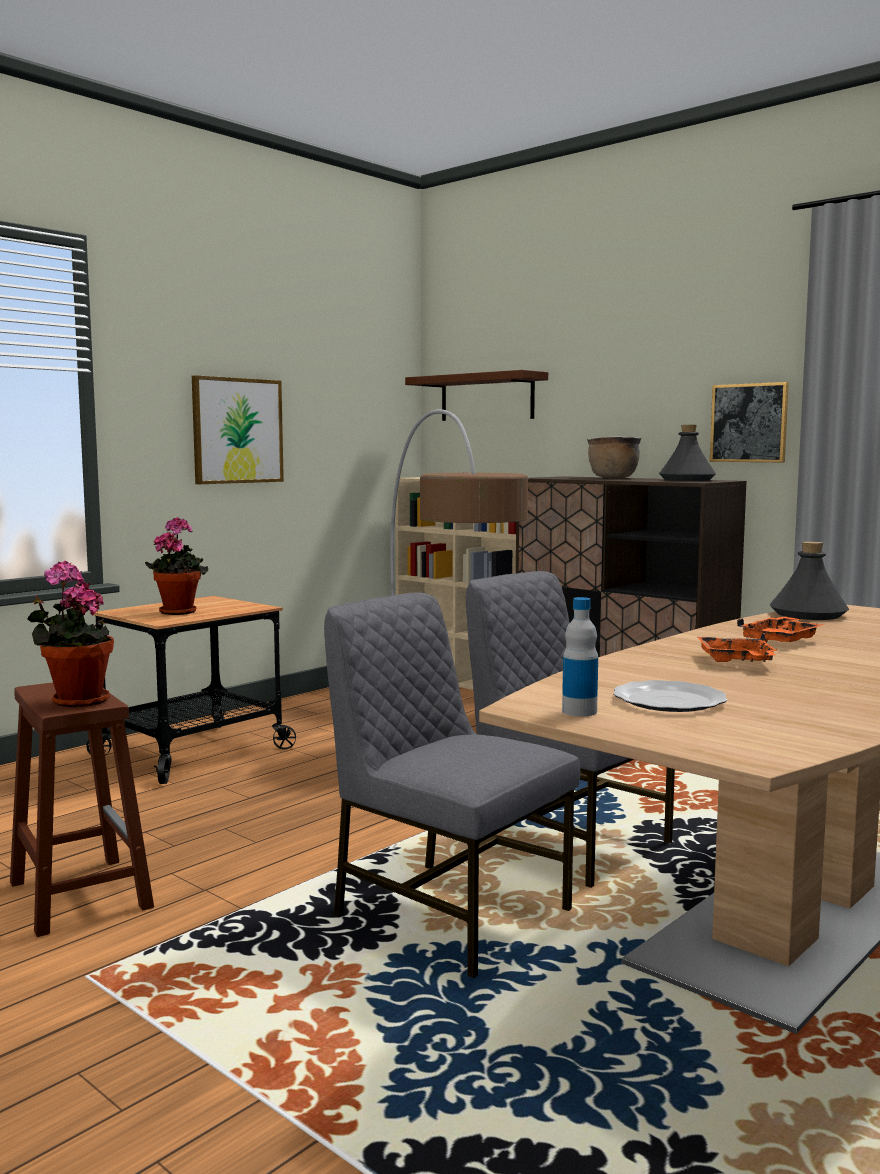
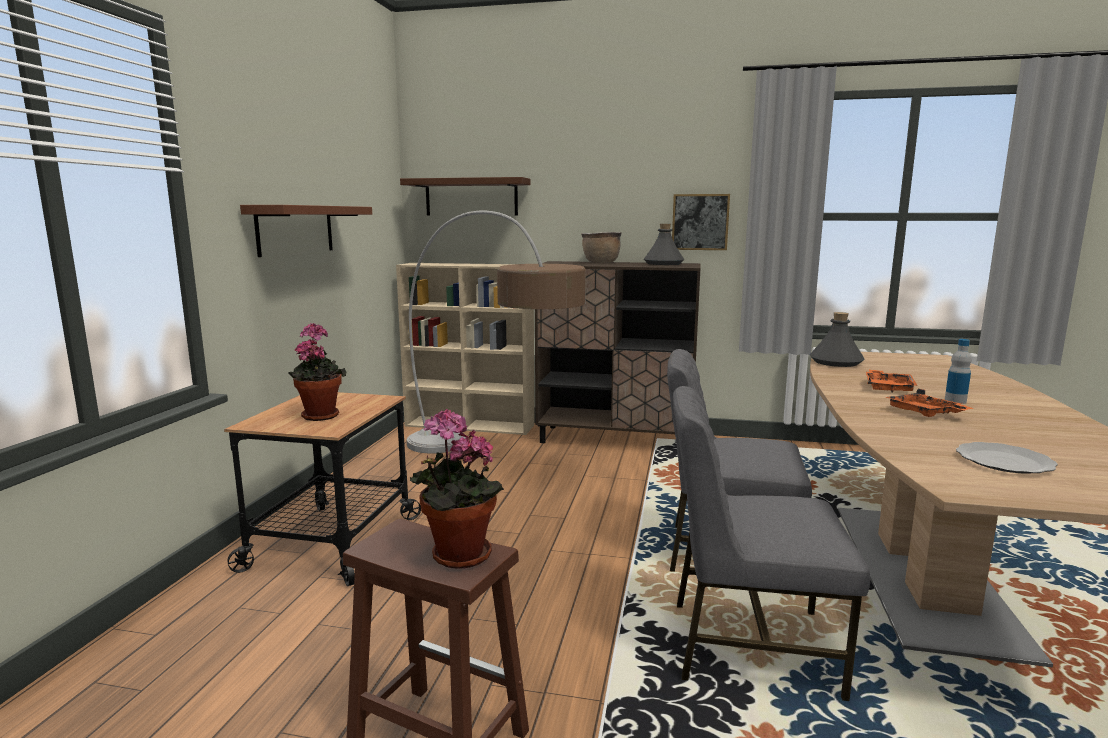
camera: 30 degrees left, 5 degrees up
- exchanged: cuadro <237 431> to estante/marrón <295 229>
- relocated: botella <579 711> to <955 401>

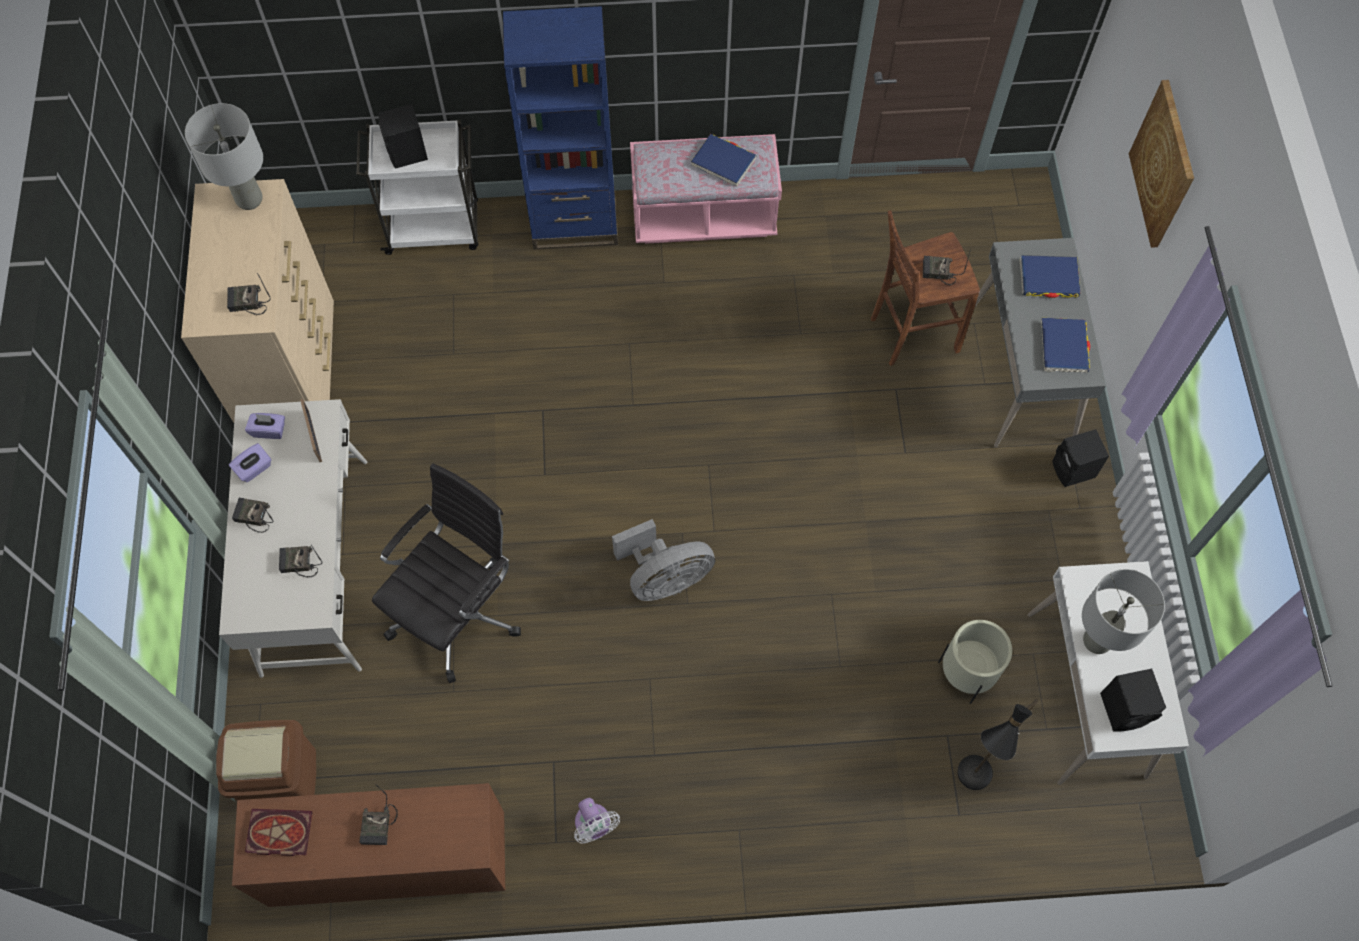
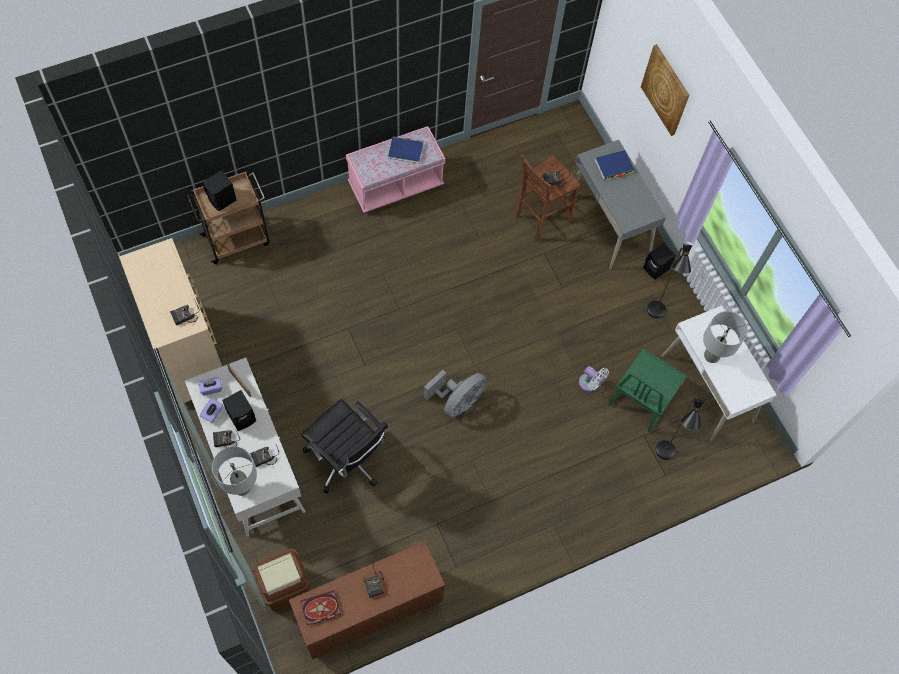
camera: 25 degrees left, 0 degrees up
- colour: carrito/blanco <435 228> to carrito/marrón <237 239>
- relocated: lámpara de mesa/gris <249 200> to <242 488>
- relocated: altavoz/negro <1125 709> to <242 416>
- spun: silla de oficina/negro <458 611> = <347 459> 120 degrees clockwise
- relocated: ventilador/blanco <594 825> to <590 384>
- exchanged: maceta/beis <965 674> to silla/verde <641 399>
- appeared: lámpara de pie/negro <655 316>
- missing: estantería/azul <574 223>
- missing: libro/azul <1063 347>

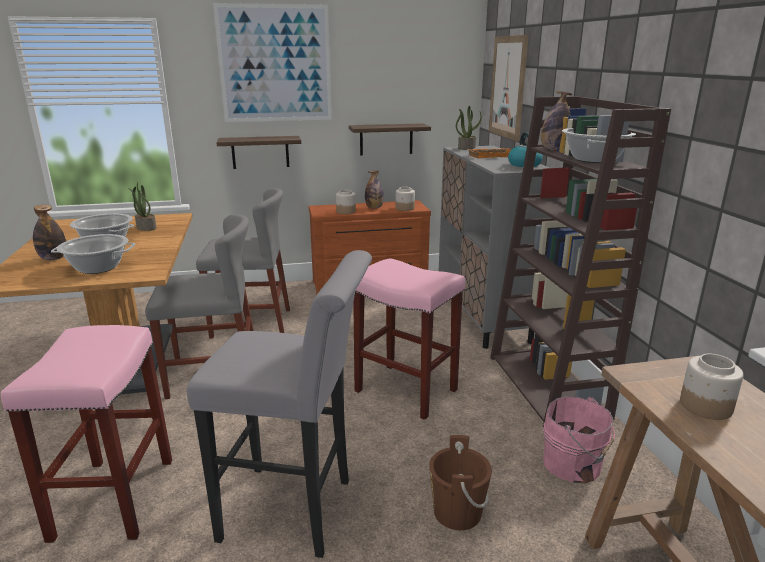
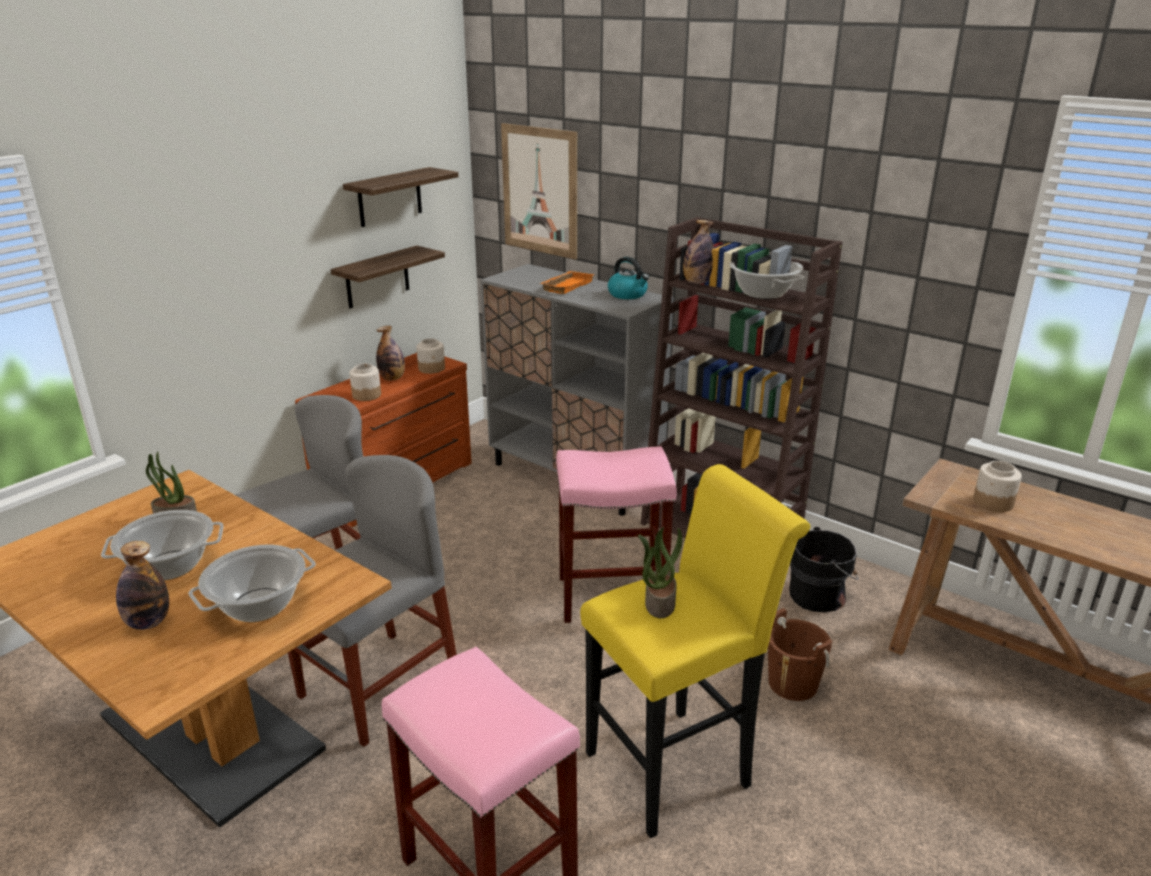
camera: 40 degrees left, 5 degrees up
- relocated: estante <260 152> to <389 197>
- colour: taburete/gris <297 511> to taburete/amarillo <677 764>
- relocated: planta en maceta <466 148> to <659 603>
- colour: cubo/rosa <574 465> to cubo/negro <820 595>
- missing: cuadro <275 64>

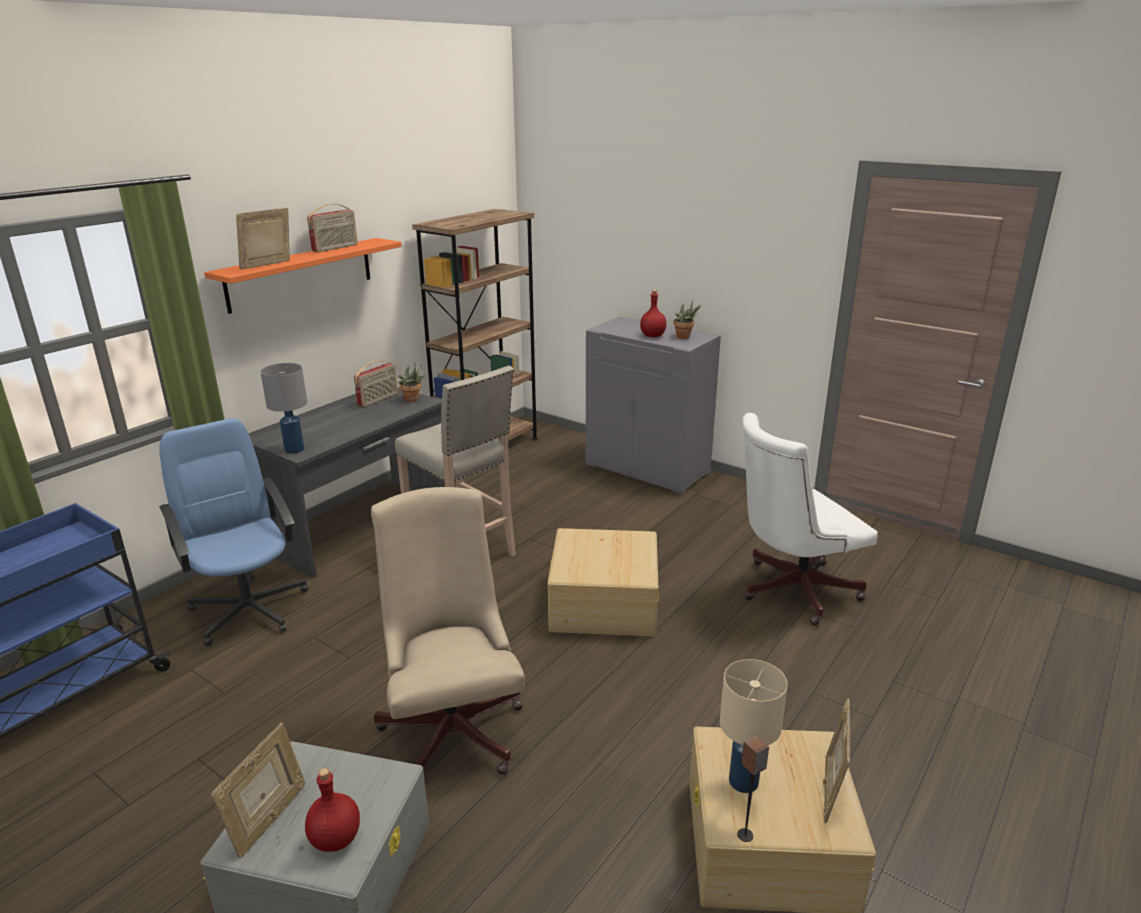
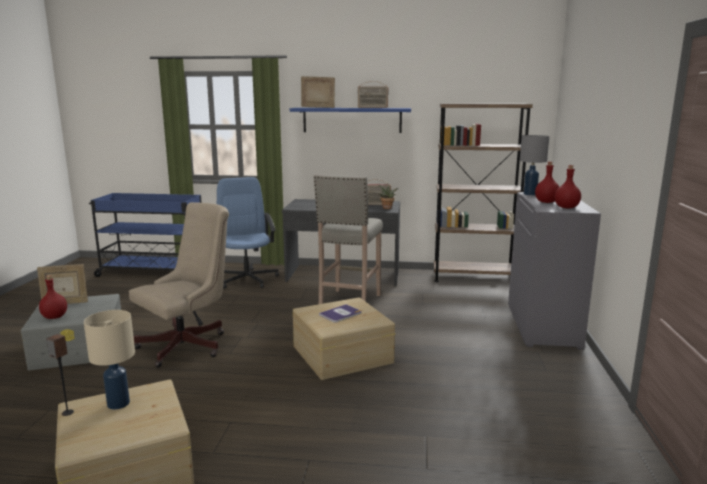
camera: 60 degrees right, 10 degrees down
- spun: silla de oficina/azul <249 609> = <247 279> 45 degrees counterclockwise
- colour: estante/naranja <301 274> to estante/azul <352 120>
- appeared: libro <340 314>
- relocated: lámpara de mesa/gris <294 450> to <529 194>
- exchanged: planta en maceta <685 337> to botella/rojo <566 207>
- missing: silla de oficina/blanco <791 590>
- missing: portarretratos <831 790>

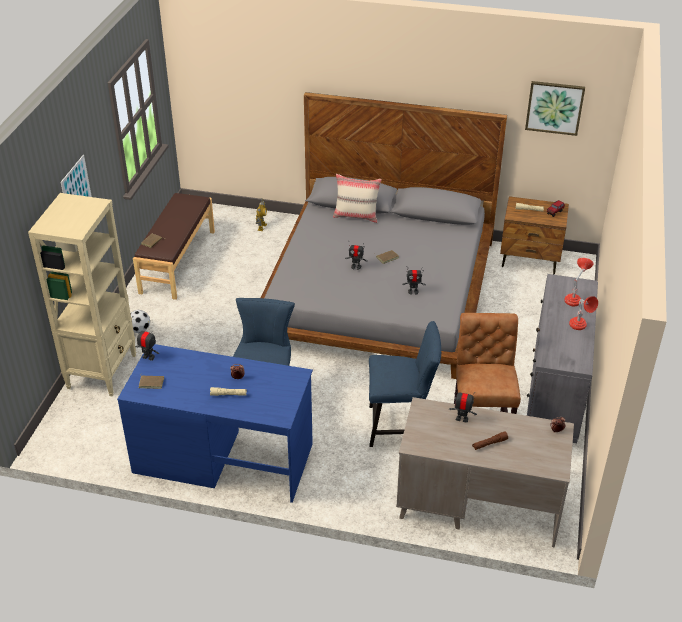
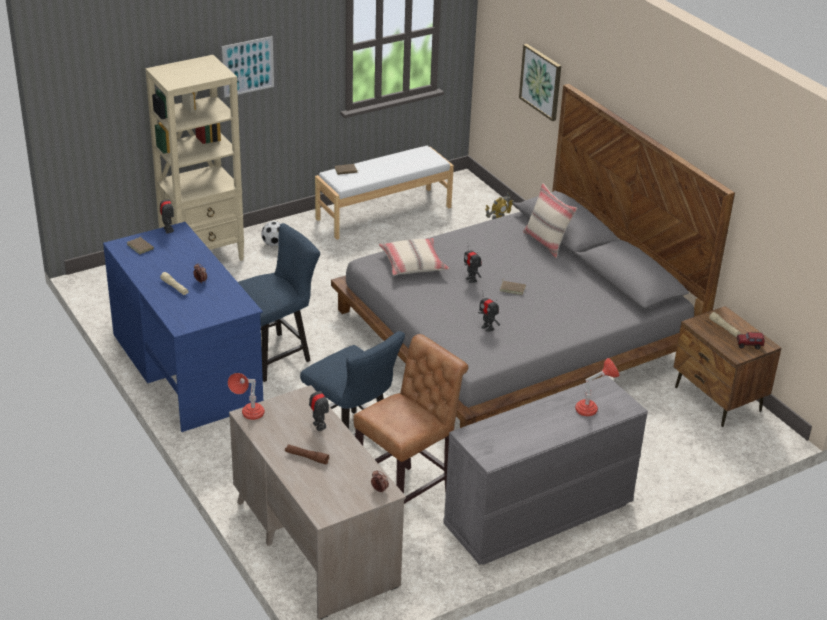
camera: 45 degrees right, 5 degrees down
- relocated: lámpara de mesa/rojo <579 328> to <249 416>
- colour: banco/marrón <177 261> to banco/blanco <383 212>
- appeared: cojín/beis <413 264>
- relocated: cuadro <554 107> to <541 81>

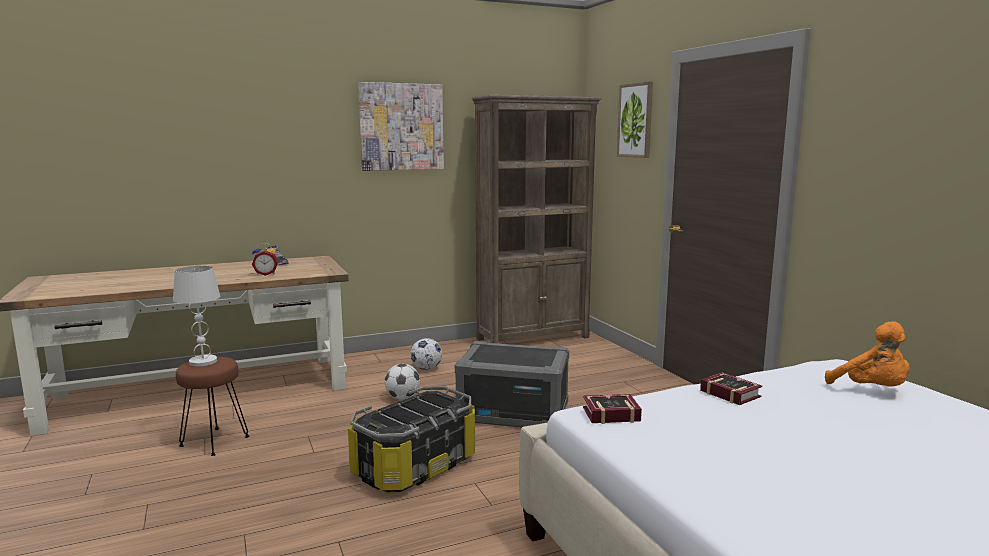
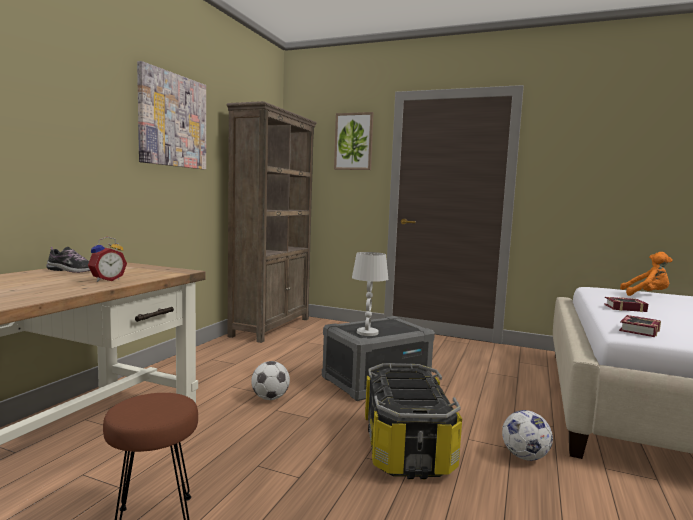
camera: 45 degrees left, 5 degrees down
- relocated: lámpara de mesa/blanco <203 361> to <367 332>
- relocated: balón de fútbol <426 369> to <524 457>

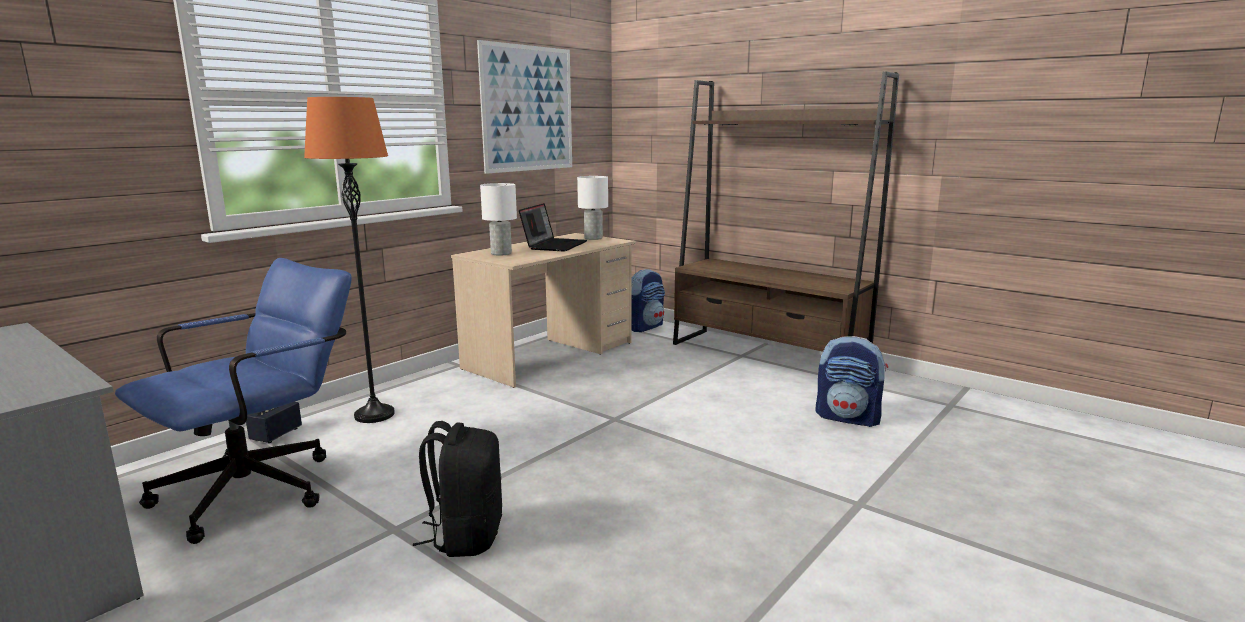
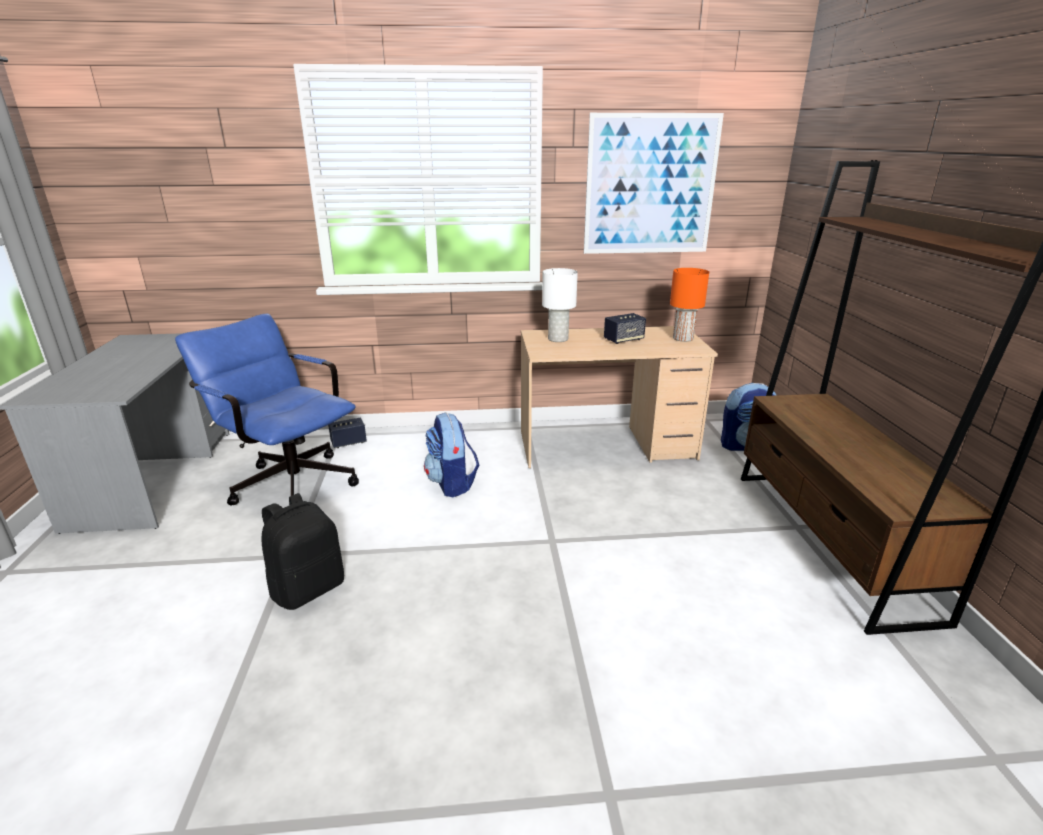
camera: 45 degrees right, 10 degrees up
- spun: silla de oficina/azul <262 487> = <289 481> 135 degrees counterclockwise
- relocated: mochila <848 418> to <452 483>
- exchanged: portátil <554 245> to altavoz <623 340>
- colour: lámpara de mesa/blanco <593 238> to lámpara de mesa/naranja <683 338>
- missing: lámpara de pie/naranja <374 415>

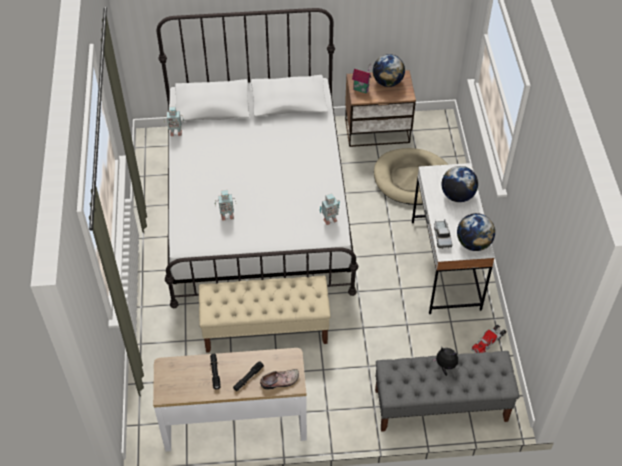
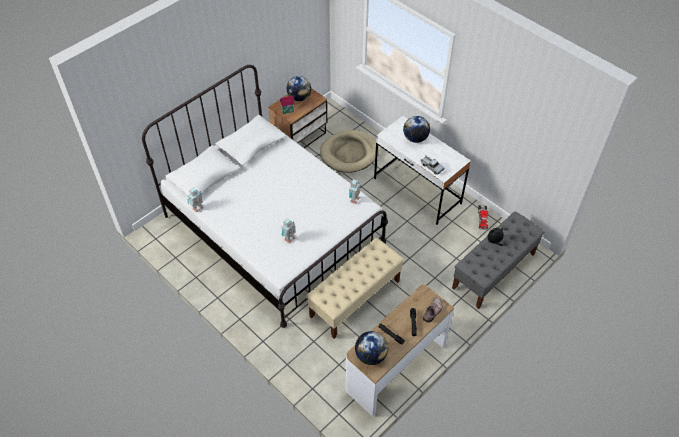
camera: 40 degrees left, 0 degrees up
- relocated: globo terráqueo <473 243> to <371 355>

